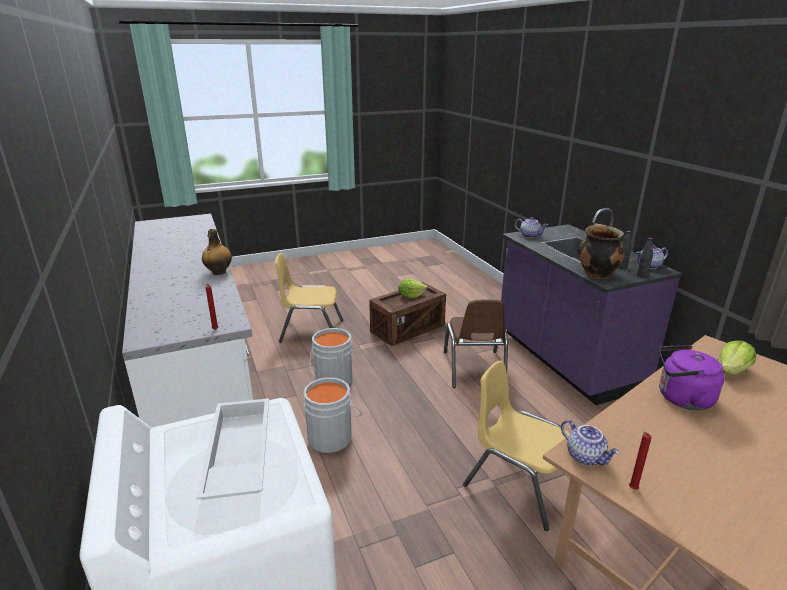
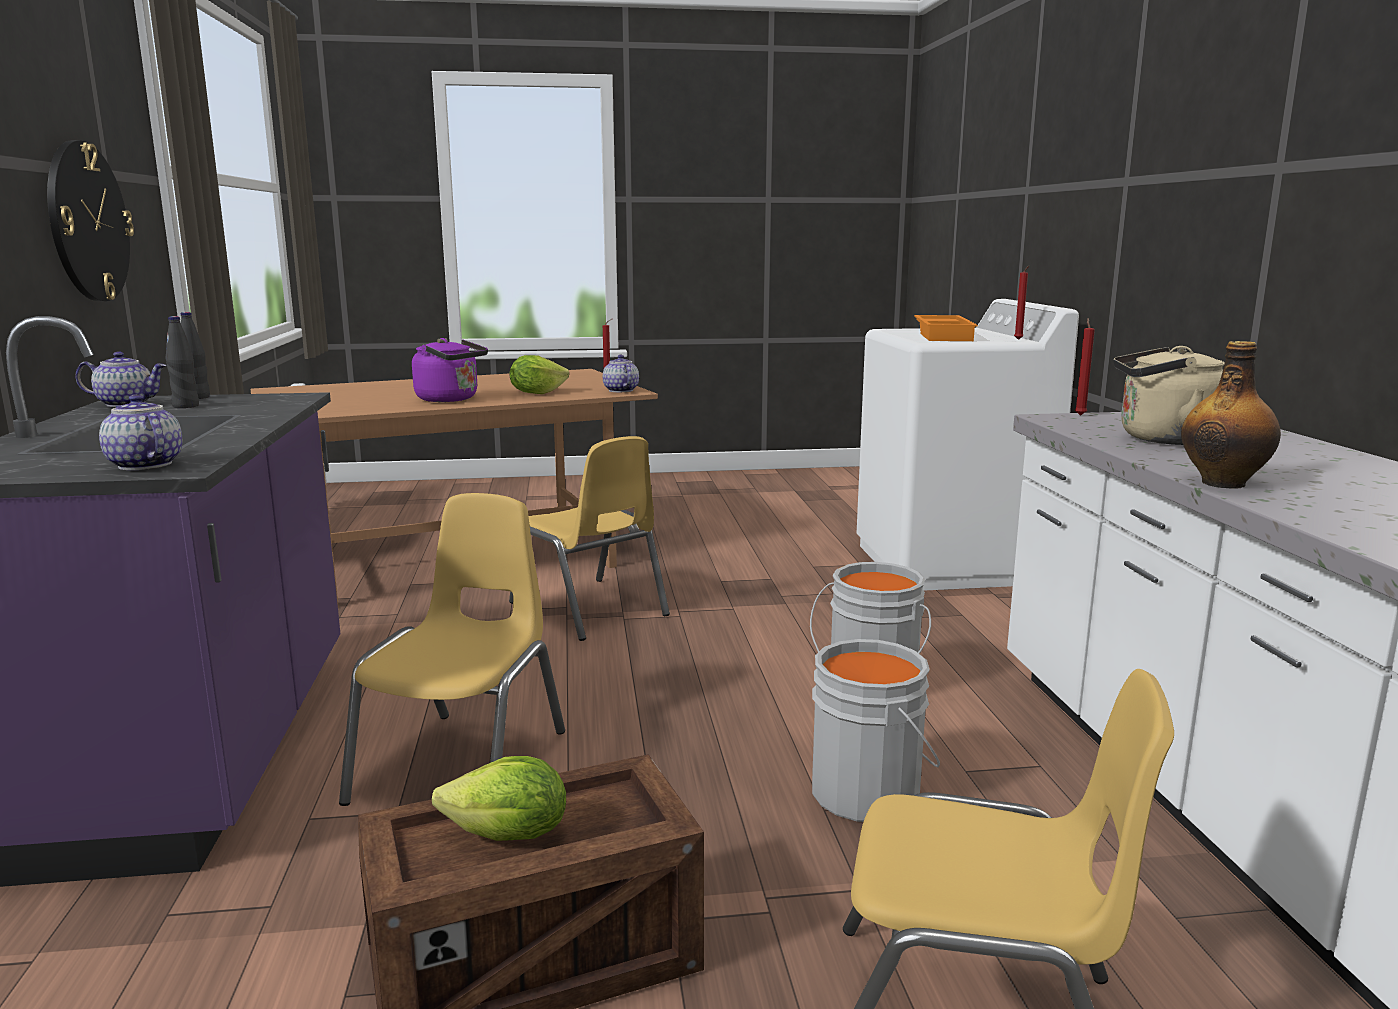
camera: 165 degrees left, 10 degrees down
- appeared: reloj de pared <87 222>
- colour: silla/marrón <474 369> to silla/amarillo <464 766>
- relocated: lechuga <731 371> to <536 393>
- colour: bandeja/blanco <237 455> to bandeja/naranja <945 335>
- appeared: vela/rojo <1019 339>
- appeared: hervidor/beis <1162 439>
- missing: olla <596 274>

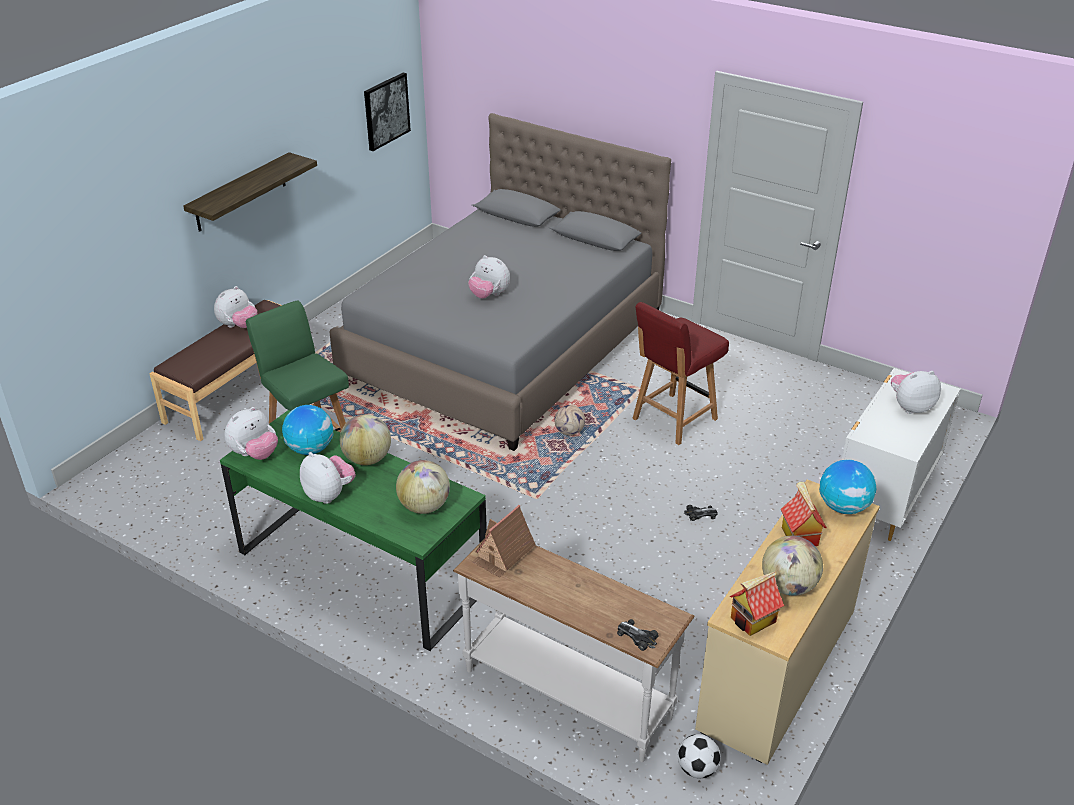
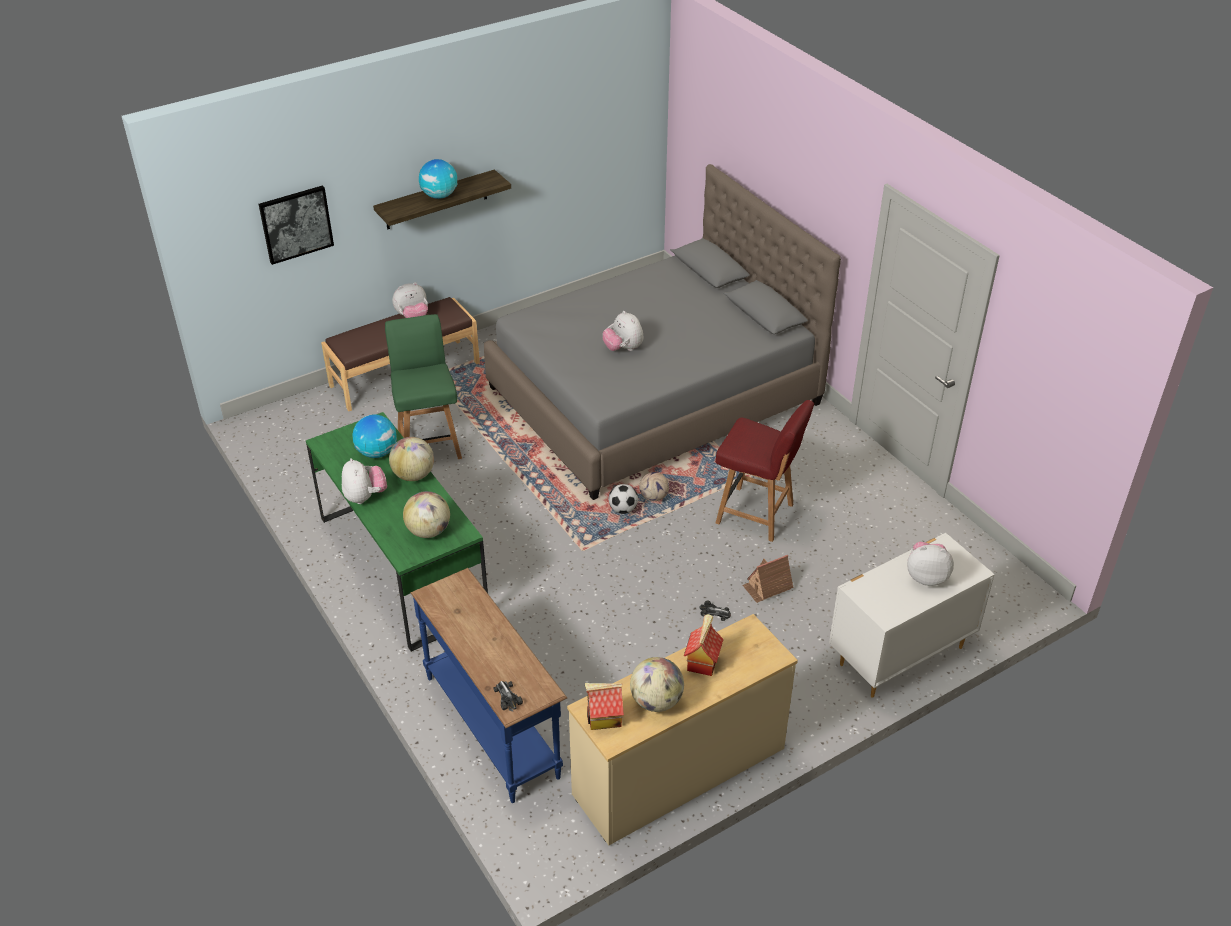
camera: 25 degrees right, 5 degrees up
- relocated: cuadro <386 111> to <296 224>
- colour: mesa consola/blanco <568 692> to mesa consola/azul <493 725>
- relocated: globo terráqueo <843 507> to <439 196>
- relocated: balón de fútbol <697 769> to <623 509>
- spun: silla/rojo <673 419> = <756 514> 135 degrees counterclockwise
- relocated: casita <503 554> to <767 587>
- missing: peluche <255 454>

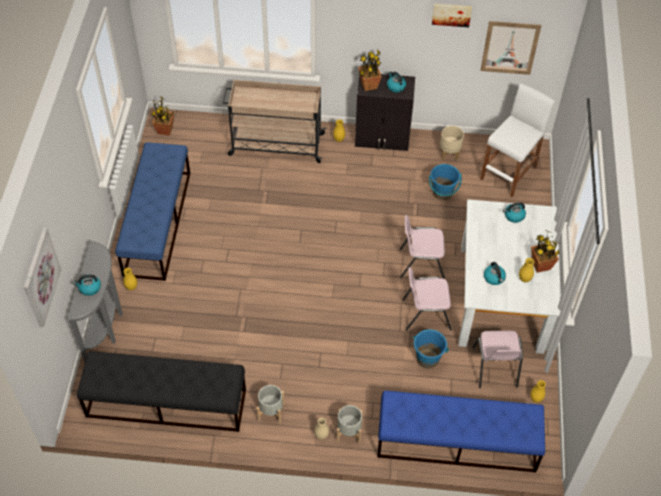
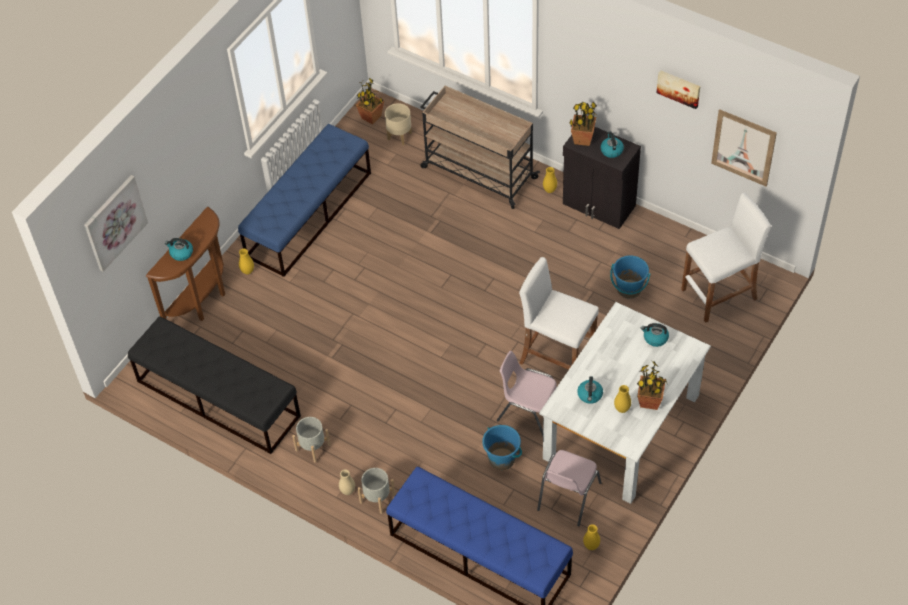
camera: 30 degrees right, 0 degrees up
- colour: mesa consola/gris <106 326> to mesa consola/marrón <203 301>
- relocated: maceta/beis <449 154> to <399 136>
- exchanged: silla/rosa <421 263> to taburete/blanco <556 357>

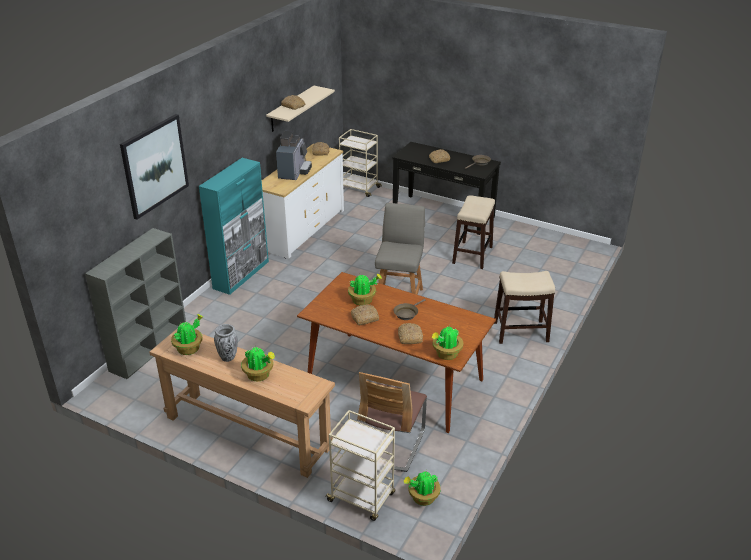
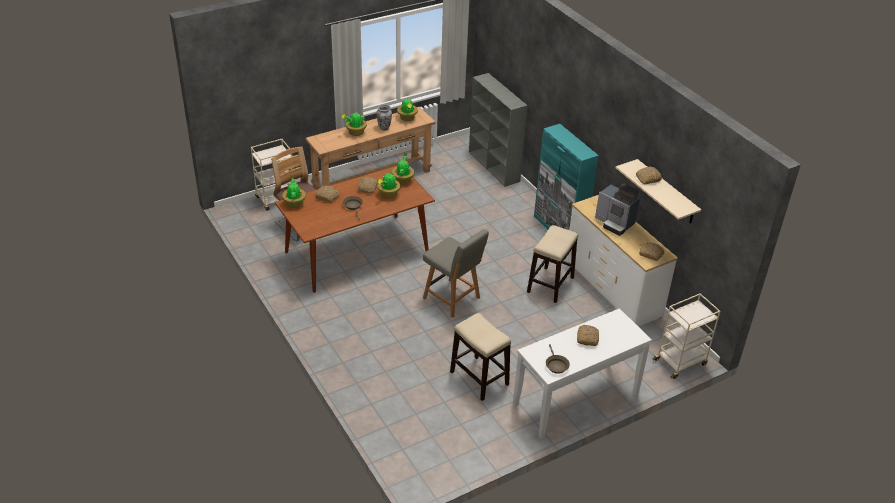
camera: 120 degrees right, 5 degrees up
- relocated: planta en maceta <422 498> to <403 180>
- colour: mesa consola/negro <443 214> to mesa consola/blanco <576 400>
- relocated: taburete <521 332> to <550 285>
- missing: cuadro <154 166>

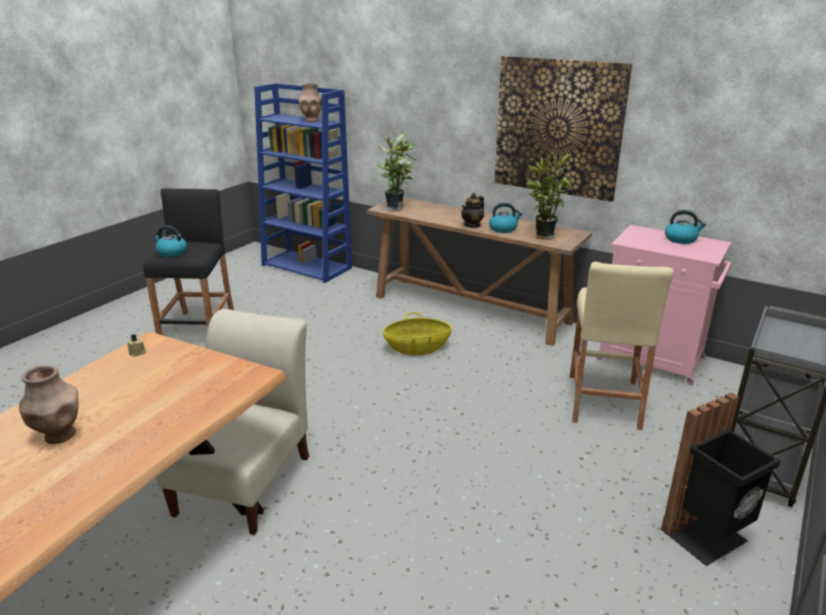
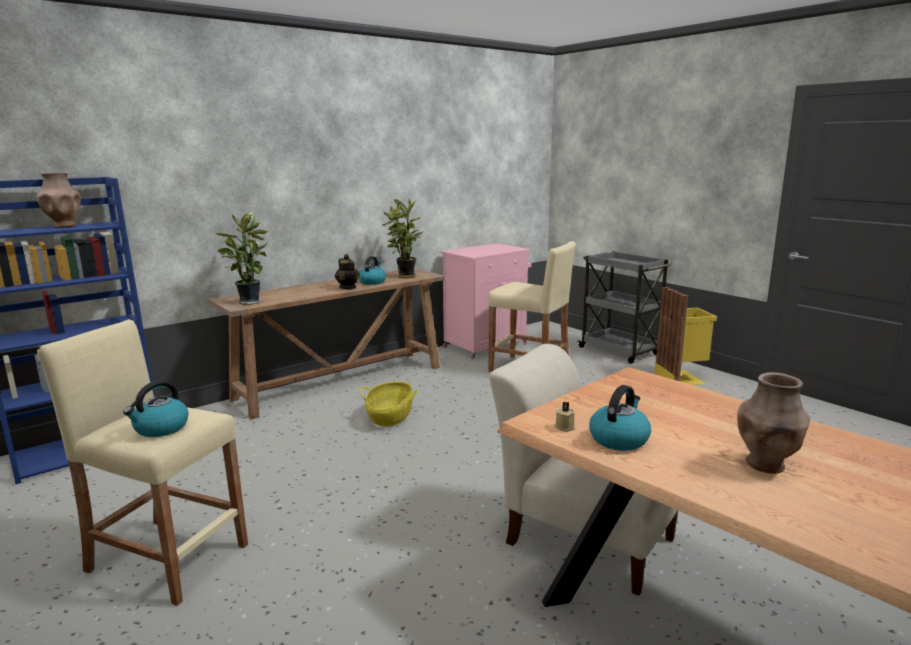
camera: 70 degrees left, 10 degrees down
- colour: taburete/negro <199 329> to taburete/beis <168 558>
- relocated: hervidor <681 239> to <619 439>
- colour: papelera/negro <707 537> to papelera/amarillo <681 377>
- missing: cuadro <558 127>

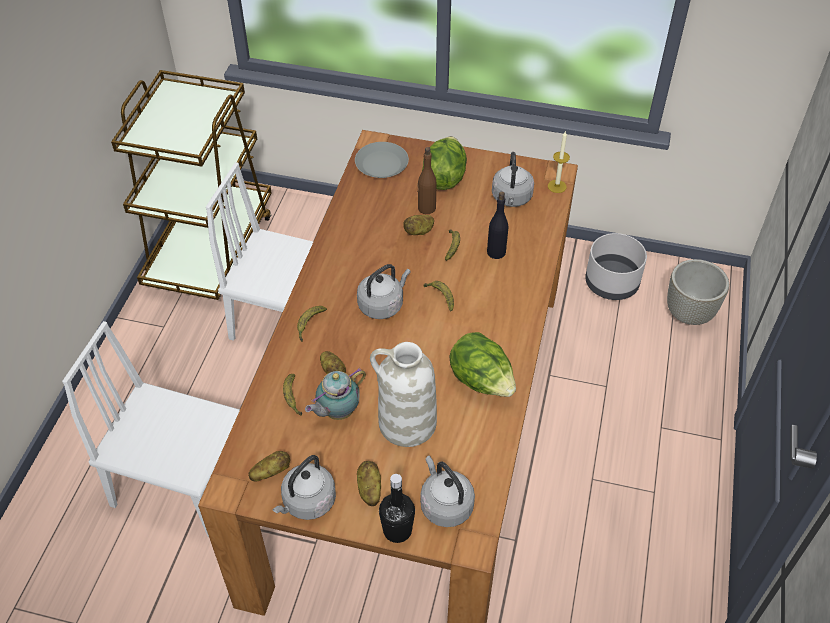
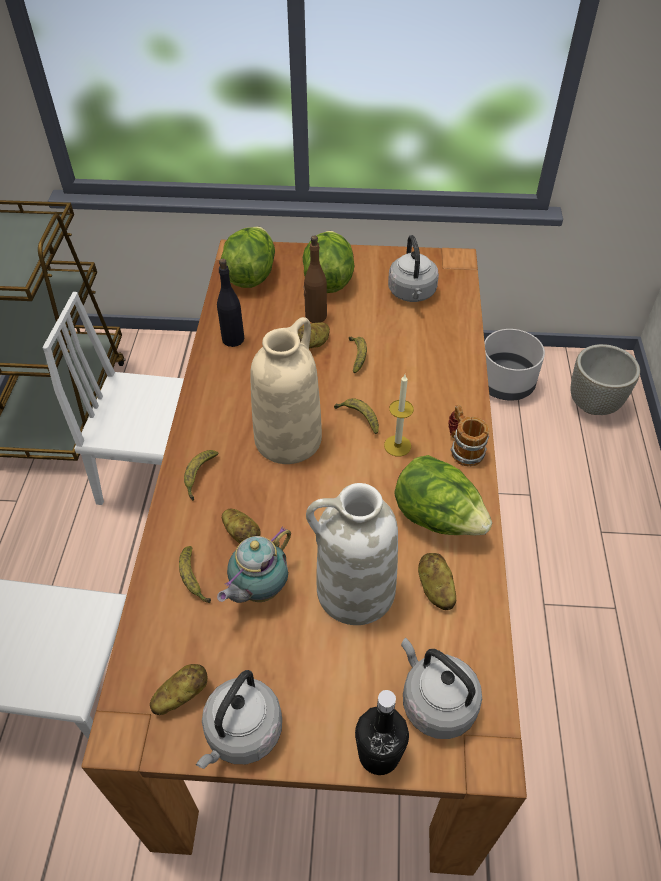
camera: 10 degrees left, 0 degrees up
- relocated: botella/negro <496 252> to <233 339>
- exchanged: plato/gris <381 165> to lechuga <251 275>
- exchanged: hervidor/gris <382 304> to florero/beis <288 437>
- relocated: vela <557 186> to <397 445>
- relocated: patata <369 489> to <435 589>
- appeared: taza grande <463 448>

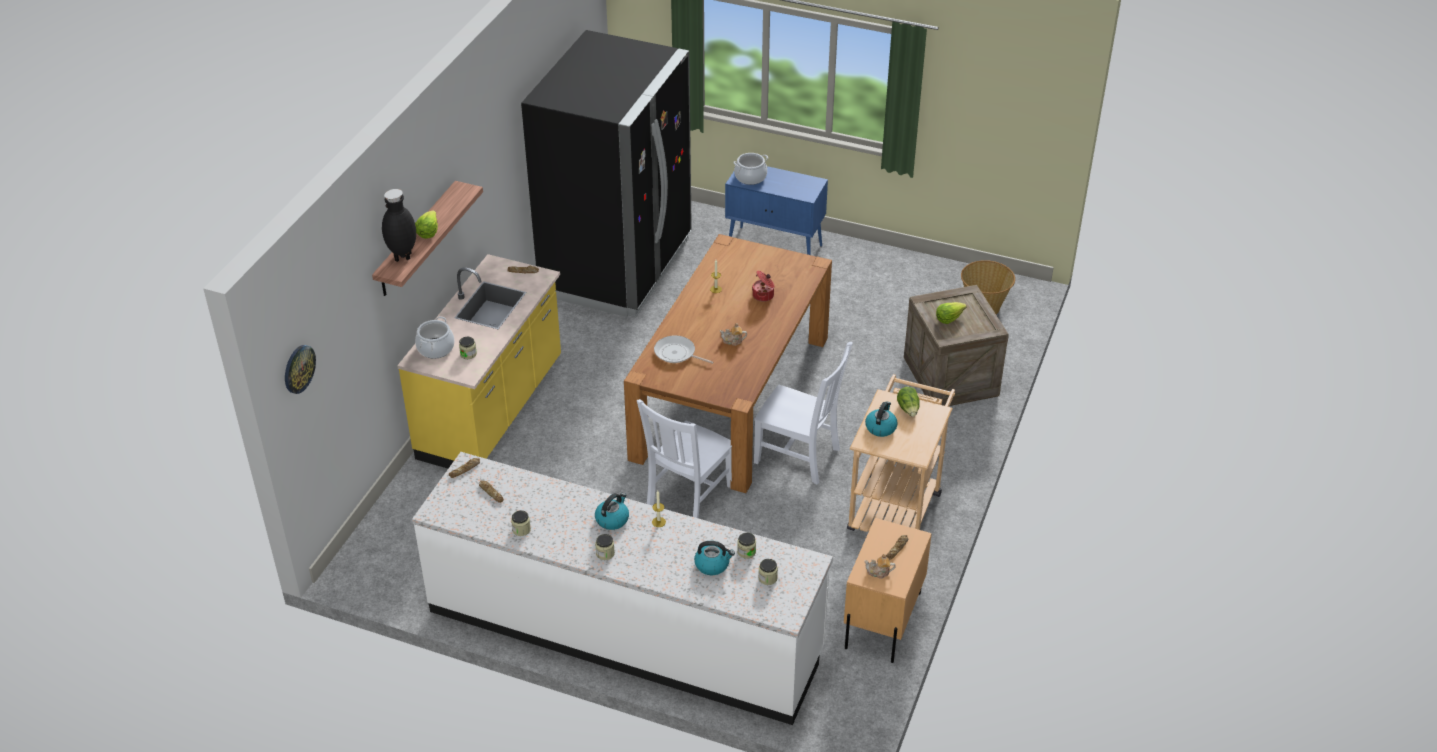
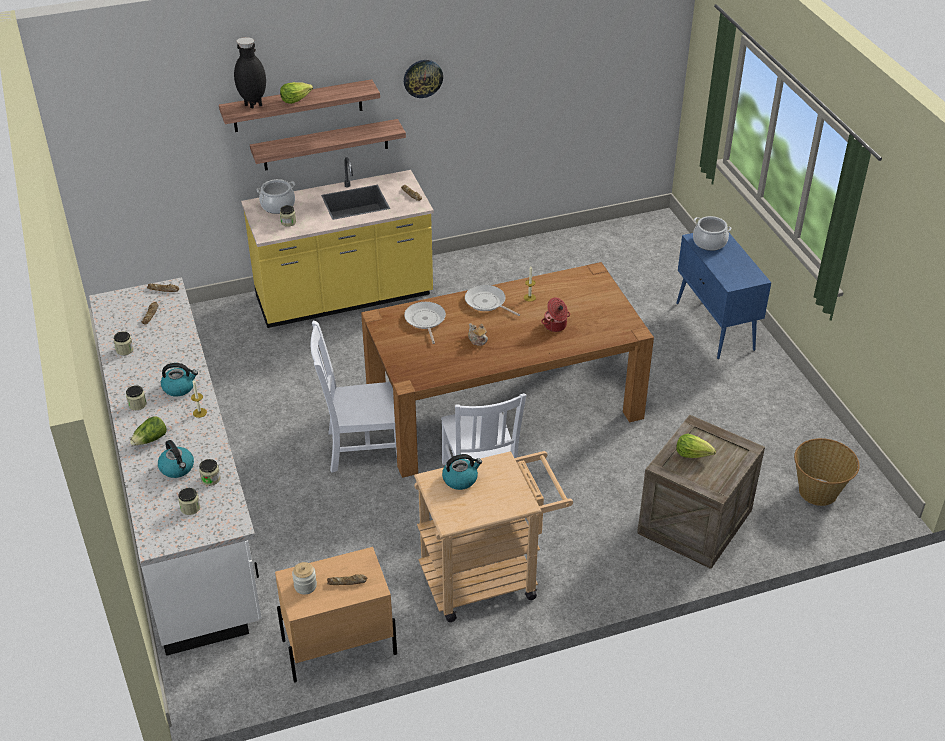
camera: 50 degrees right, 0 degrees up
- relocated: lechuga <908 409> to <150 440>
- appeared: estante <325 145>
- exchanged: tetera <878 572> to tarro <305 586>
- relocated: reloj de pared <298 368> to <423 78>
- appeared: sartén <487 302>
- missing: nevera/negro <617 267>

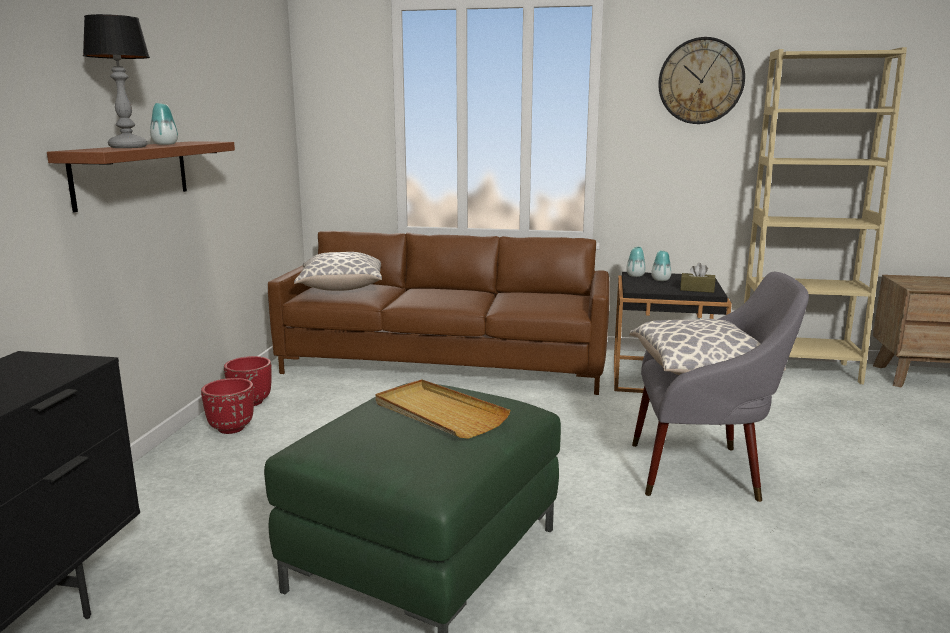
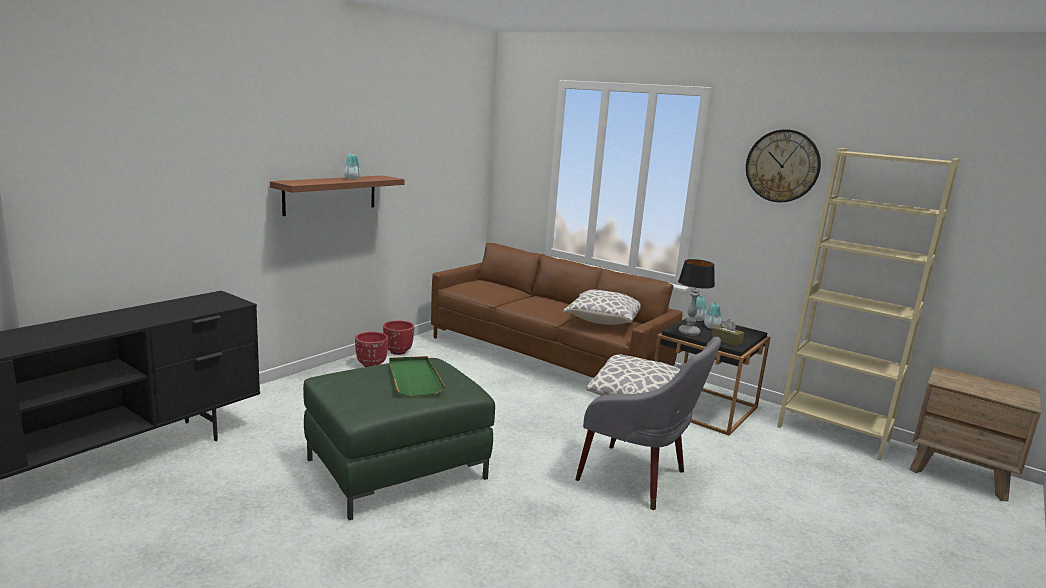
camera: 25 degrees right, 0 degrees up
- colour: bandeja/beis <438 413> to bandeja/verde <414 378>
- relocated: cojín <341 288> to <602 321>
- relocated: lámpara de mesa <128 147> to <688 332>

